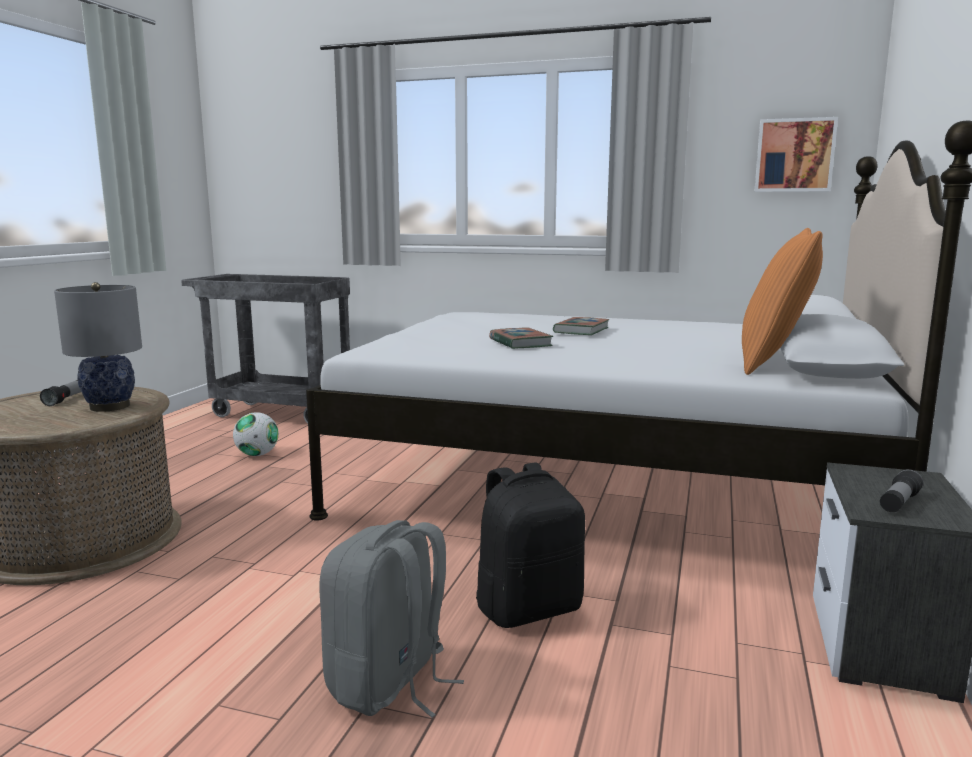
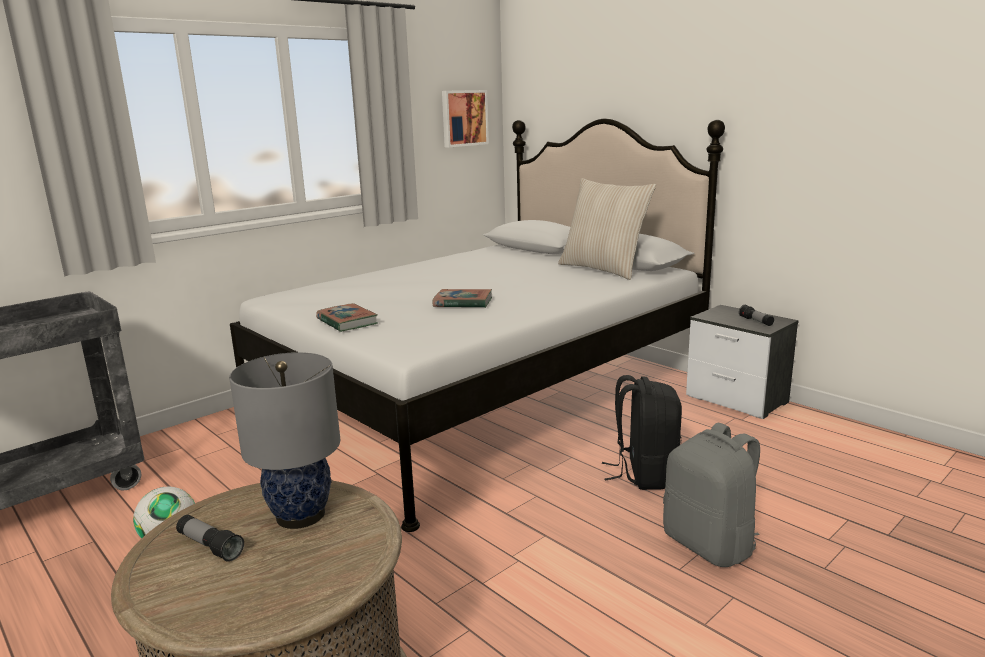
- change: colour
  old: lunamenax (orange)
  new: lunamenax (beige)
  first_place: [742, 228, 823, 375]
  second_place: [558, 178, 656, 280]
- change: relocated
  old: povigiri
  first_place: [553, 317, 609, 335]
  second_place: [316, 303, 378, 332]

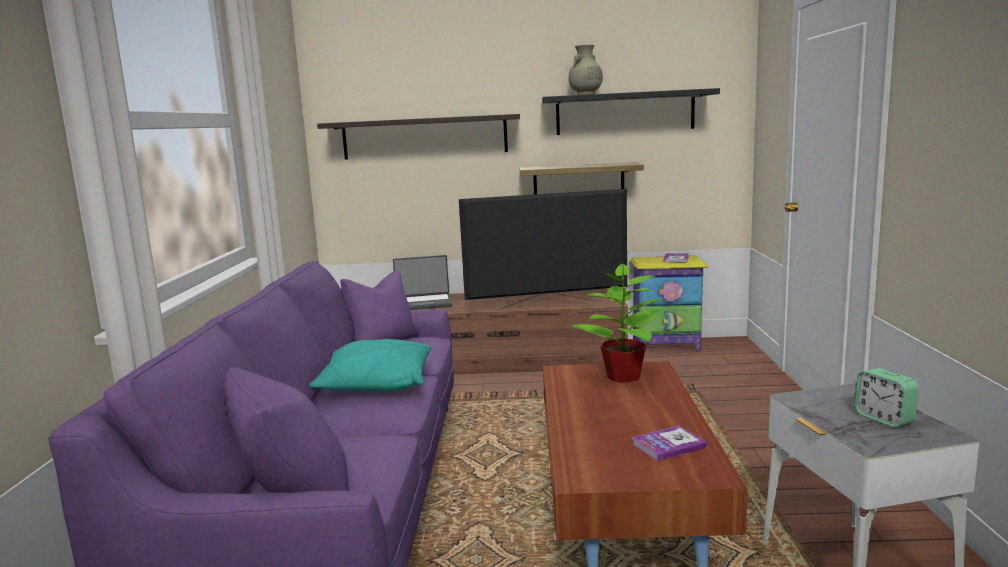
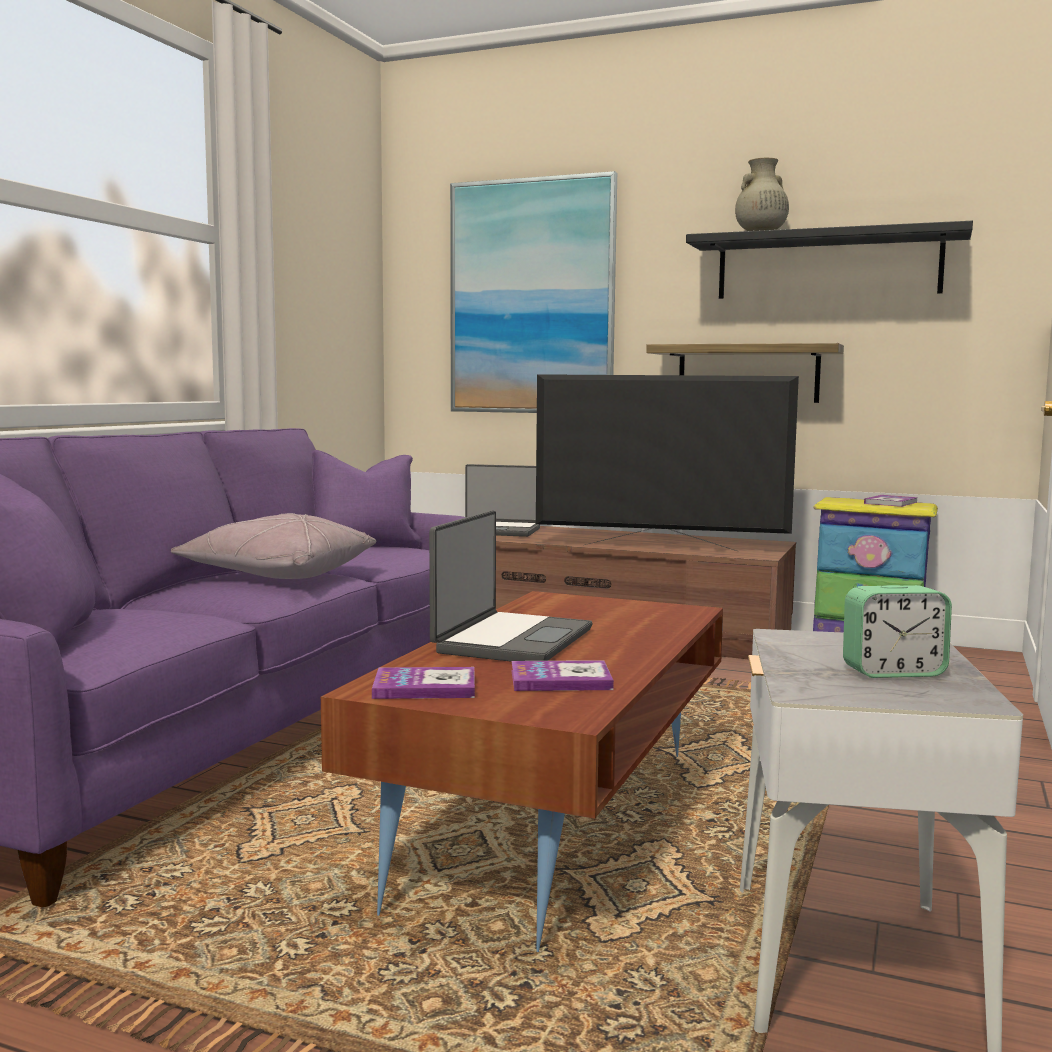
- change: exchanged
  old: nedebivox
  new: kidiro
  first_place: [317, 114, 520, 160]
  second_place: [450, 171, 617, 413]
- change: missing
  old: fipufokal
  first_place: [571, 264, 662, 383]
- change: colour
  old: lunamenax (turquoise)
  new: lunamenax (purple)
  first_place: [309, 339, 431, 392]
  second_place: [171, 513, 376, 579]
- change: spun
  old: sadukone
  first_place: [855, 368, 919, 427]
  second_place: [843, 585, 952, 678]
  degrees: -90
- change: appeared
  new: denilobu
  second_place: [429, 510, 592, 662]
- change: appeared
  new: povigiri
  second_place: [372, 667, 475, 699]

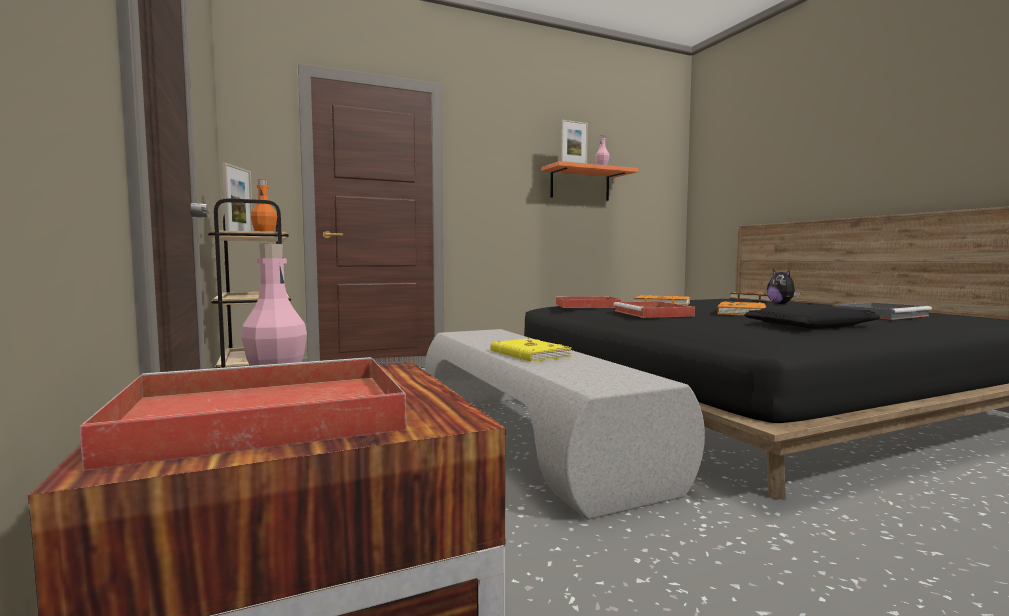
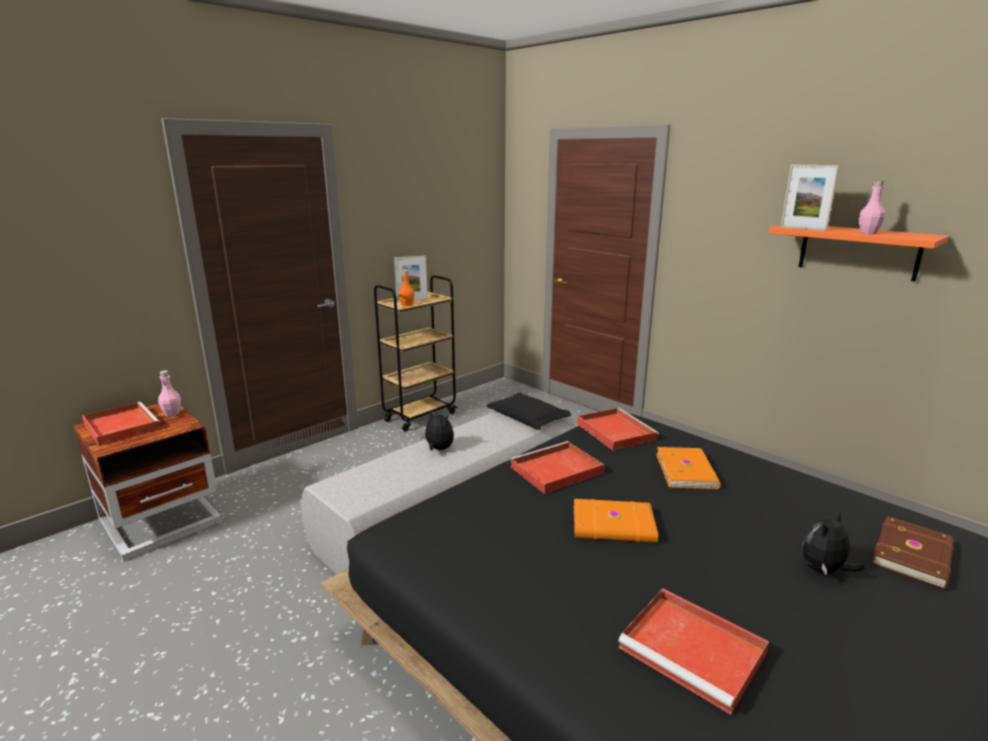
- change: colour
  old: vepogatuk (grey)
  new: vepogatuk (red)
  first_place: [833, 302, 932, 320]
  second_place: [619, 589, 769, 715]
- change: relocated
  old: lunamenax (black)
  first_place: [744, 305, 880, 329]
  second_place: [486, 393, 571, 430]
- change: exchanged
  old: povigiri (yellow)
  new: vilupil
  first_place: [490, 338, 572, 362]
  second_place: [420, 411, 454, 450]

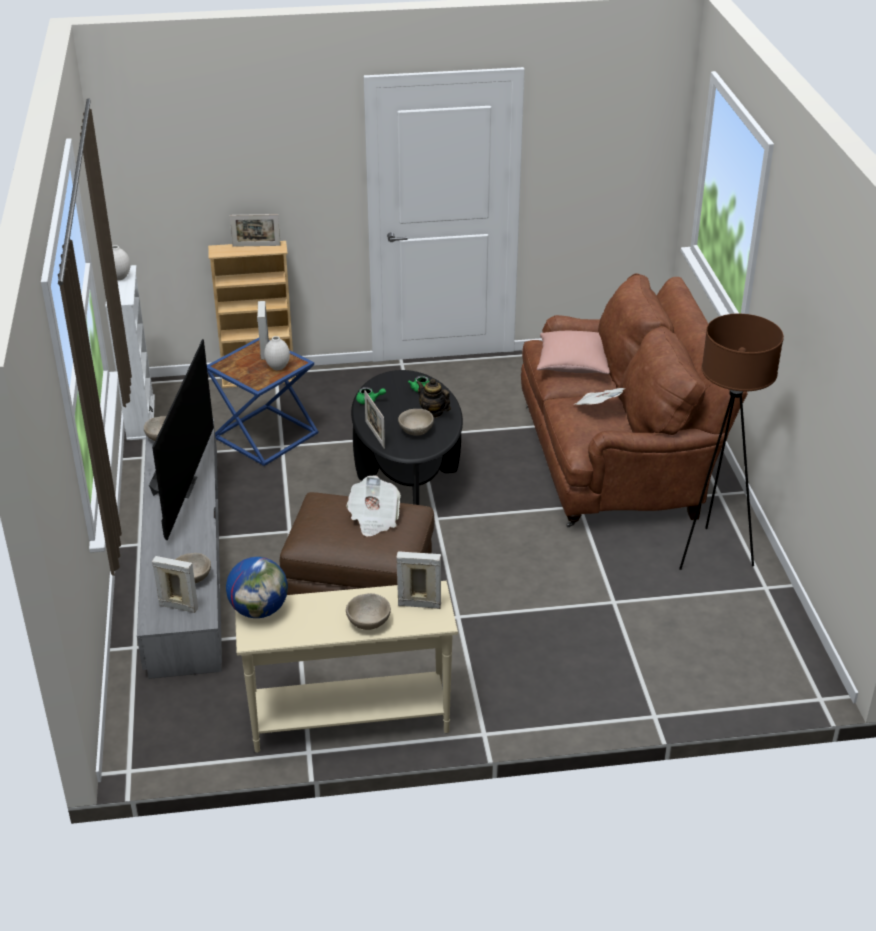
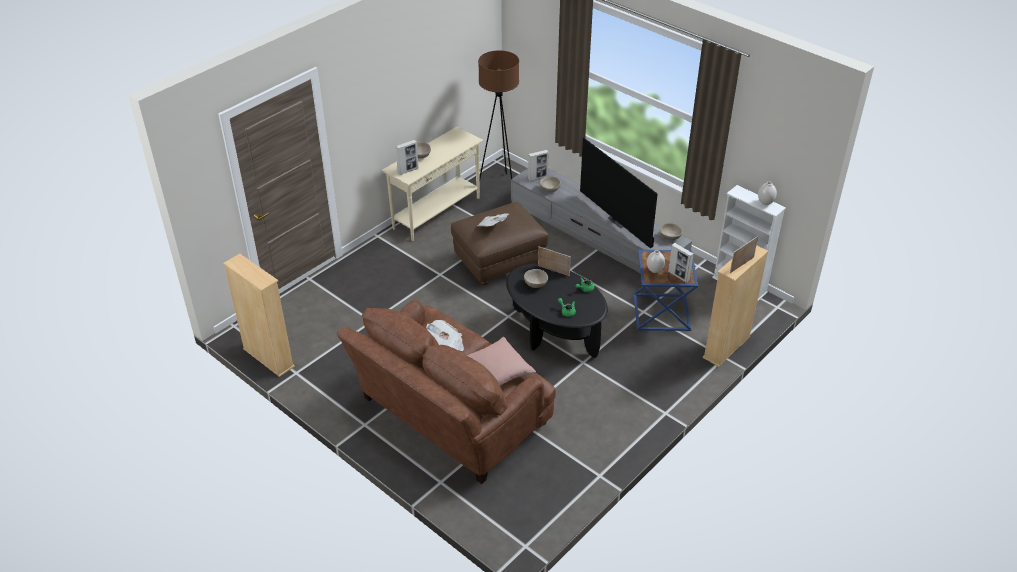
- change: relocated
  old: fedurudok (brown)
  first_place: [679, 314, 784, 570]
  second_place: [478, 50, 519, 179]
- change: missing
  old: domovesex
  first_place: [416, 379, 451, 418]
- change: missing
  old: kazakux
  first_place: [226, 557, 288, 618]
- change: appeared
  new: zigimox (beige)
  second_place: [223, 254, 295, 377]

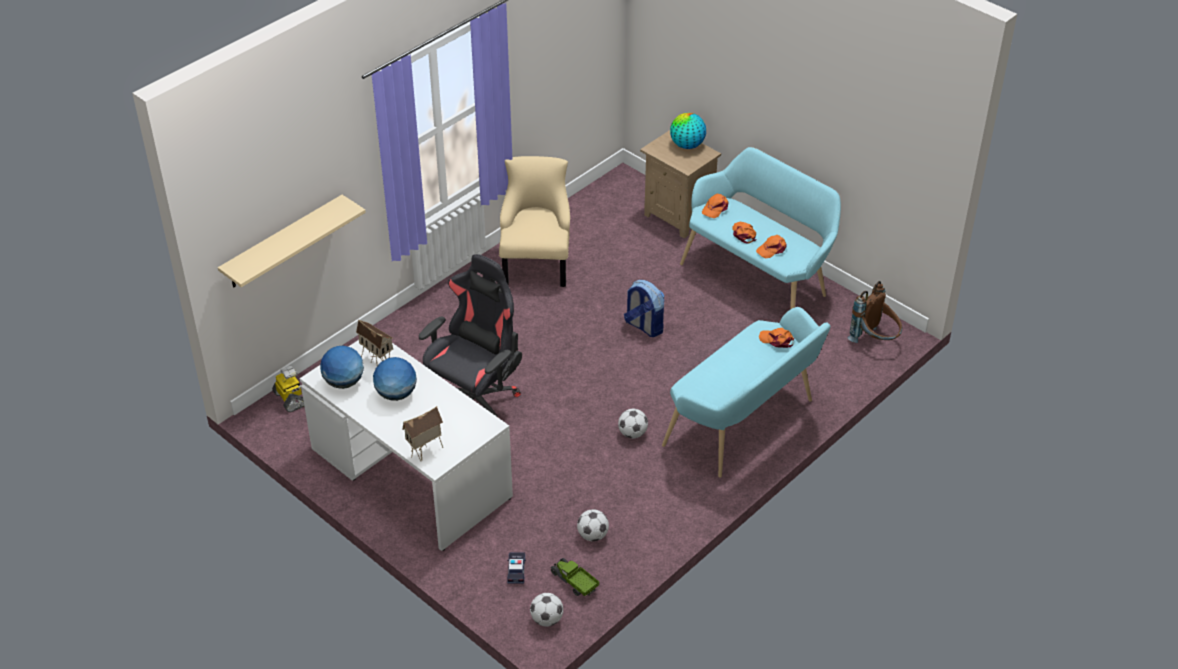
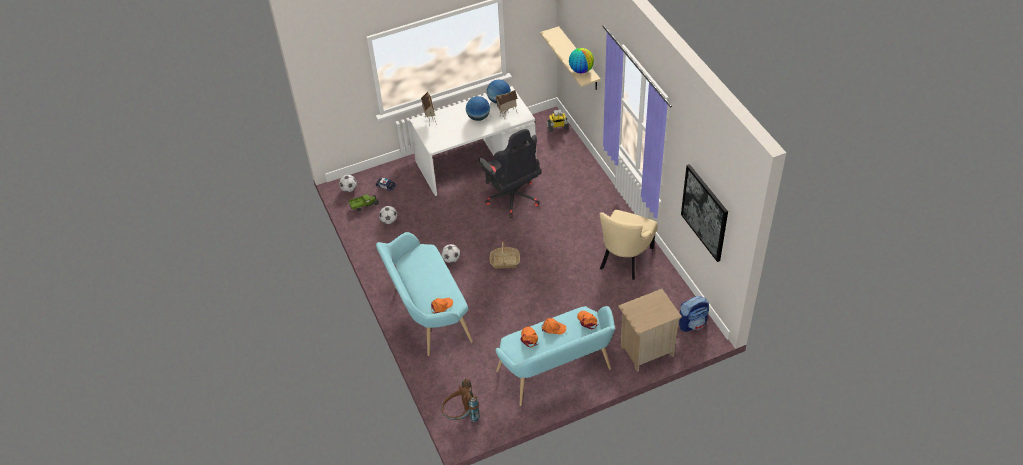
- change: relocated
  old: kazakux
  first_place: [670, 113, 706, 149]
  second_place: [569, 48, 594, 73]
- change: spun
  old: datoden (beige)
  first_place: [499, 156, 570, 287]
  second_place: [599, 210, 658, 280]
  degrees: 90
- change: relocated
  old: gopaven
  first_place: [624, 280, 664, 337]
  second_place: [679, 296, 709, 332]
- change: appeared
  new: kidiro
  second_place: [681, 164, 728, 262]
- change: appeared
  new: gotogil
  second_place: [490, 241, 520, 268]

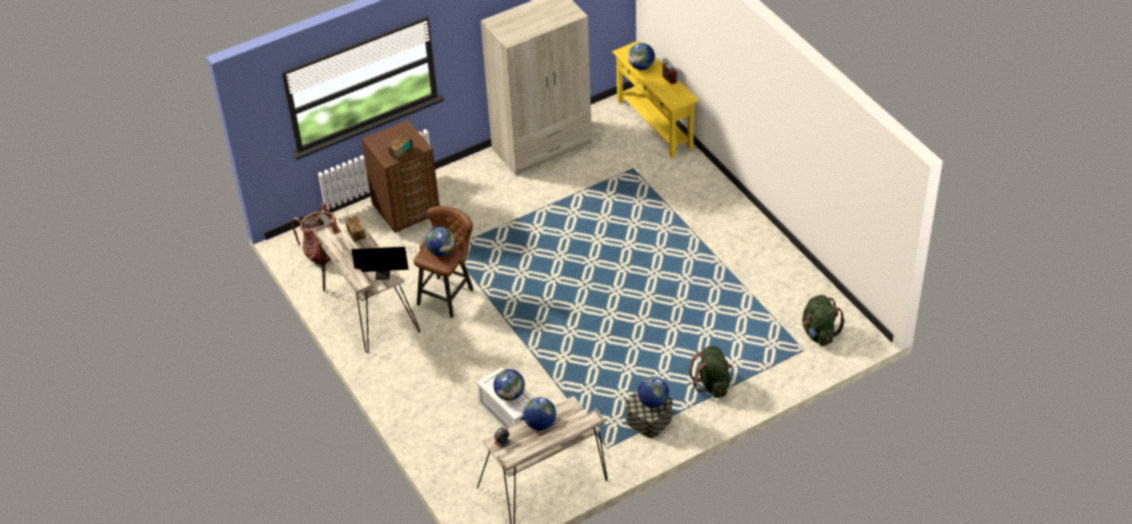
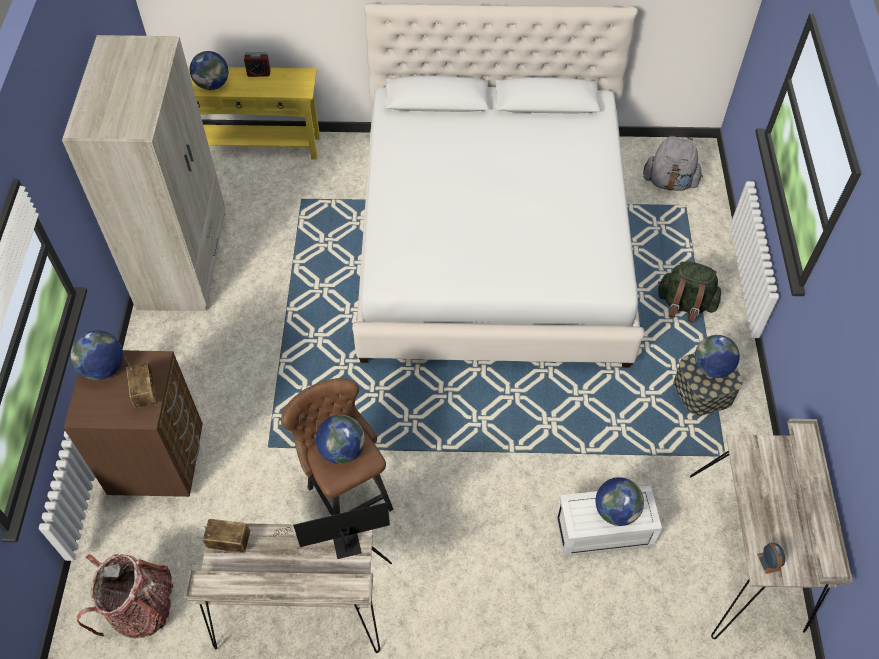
- change: spun
  old: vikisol
  first_place: [351, 247, 420, 280]
  second_place: [264, 502, 390, 559]
  degrees: -135
- change: colour
  old: gopaven (green)
  new: gopaven (grey)
  first_place: [802, 295, 845, 346]
  second_place: [643, 135, 703, 191]
- change: relocated
  old: kazakux
  first_place: [523, 397, 556, 430]
  second_place: [71, 330, 123, 380]
- change: appeared
  new: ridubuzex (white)
  second_place: [352, 3, 645, 368]

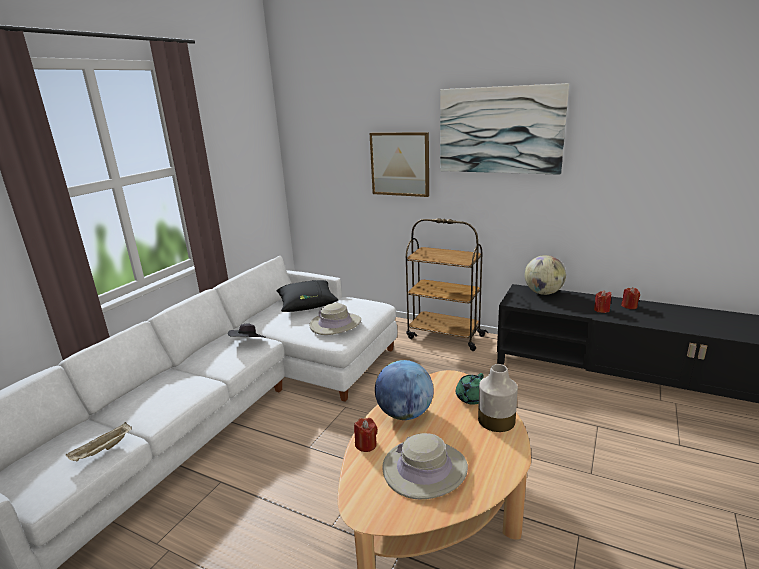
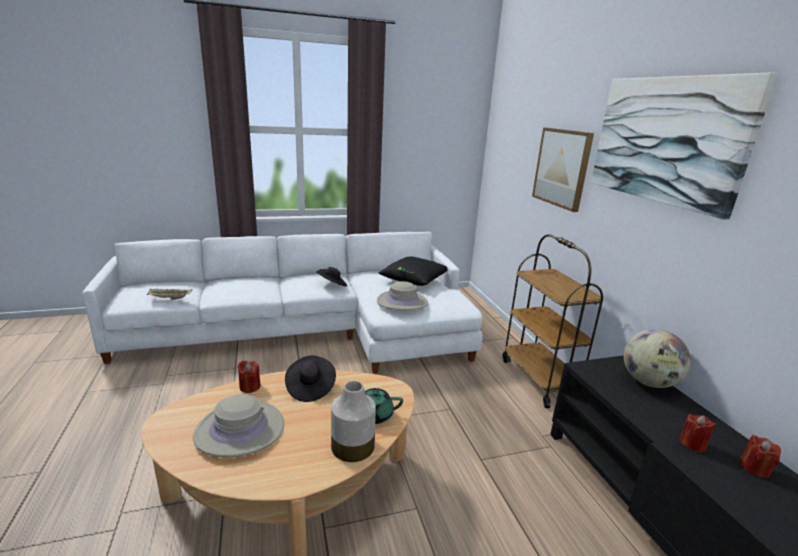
- change: exchanged
  old: kazakux
  new: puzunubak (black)
  first_place: [375, 360, 433, 420]
  second_place: [285, 355, 336, 402]

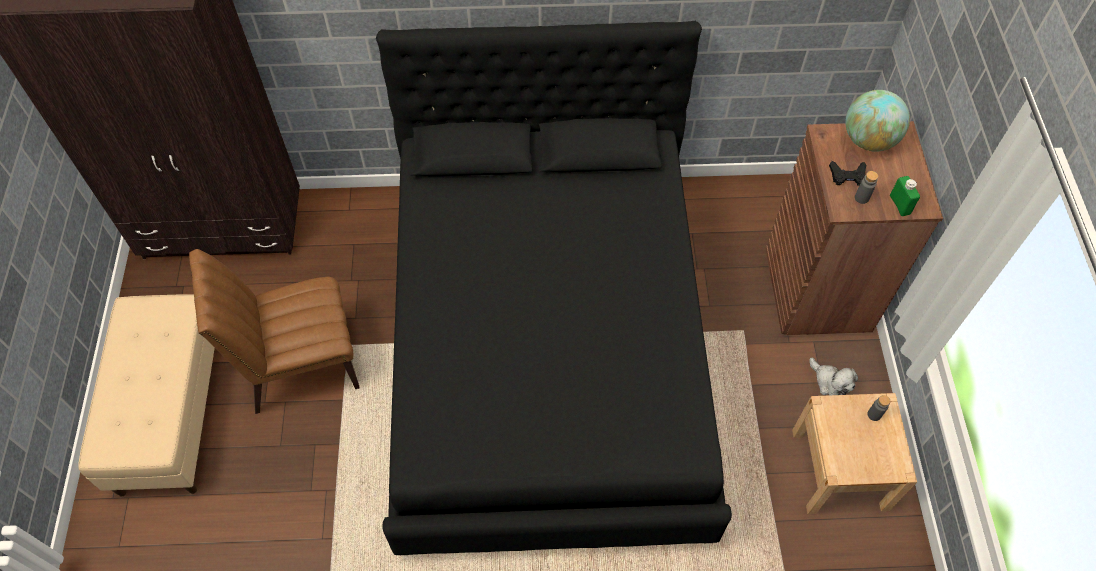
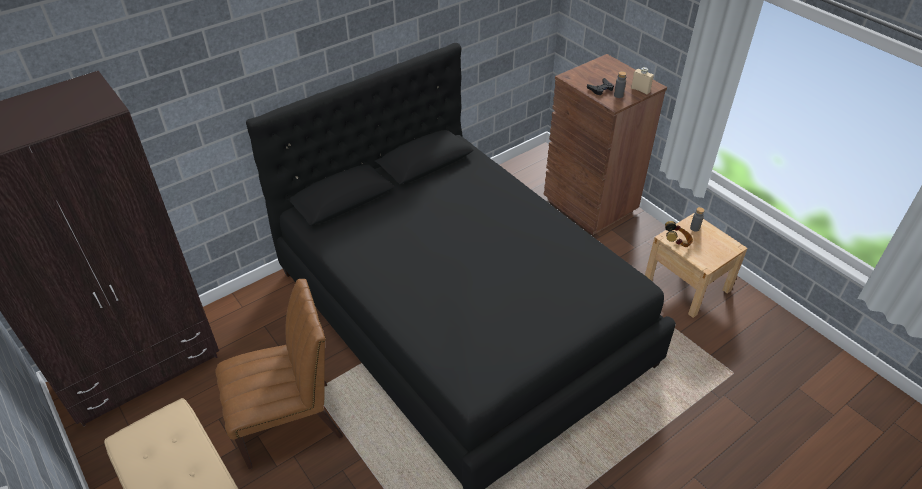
- change: missing
  old: kazakux
  first_place: [845, 90, 910, 152]
- change: colour
  old: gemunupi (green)
  new: gemunupi (beige)
  first_place: [890, 176, 920, 216]
  second_place: [631, 67, 654, 95]
- change: spun
  old: datoden (brown)
  first_place: [189, 249, 360, 414]
  second_place: [215, 279, 343, 469]
  degrees: -150
- change: missing
  old: vilupil
  first_place: [809, 358, 858, 395]
- change: appeared
  new: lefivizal
  second_place: [665, 221, 693, 247]

